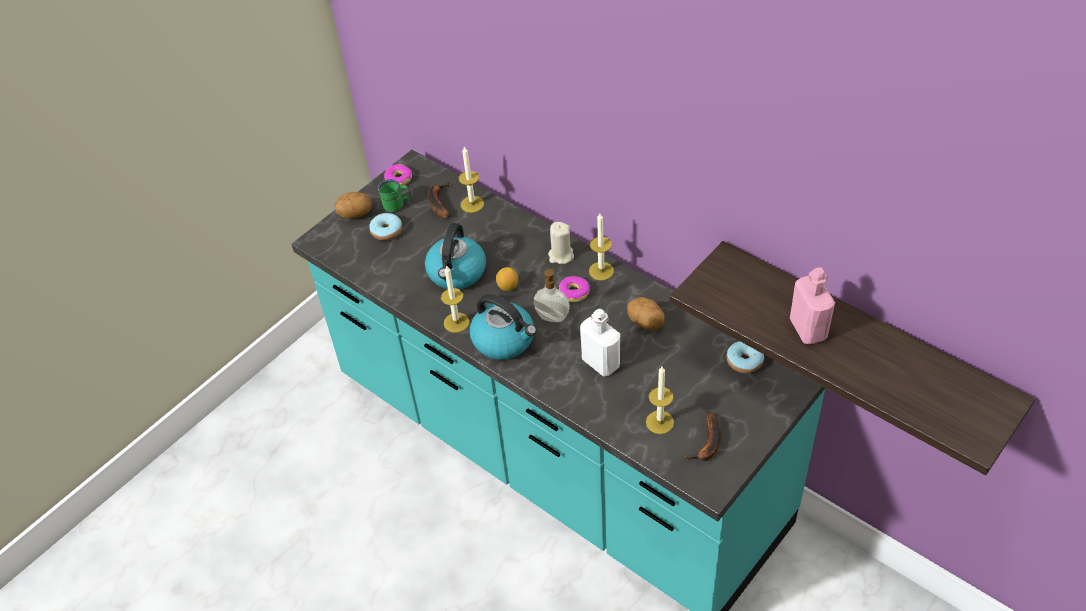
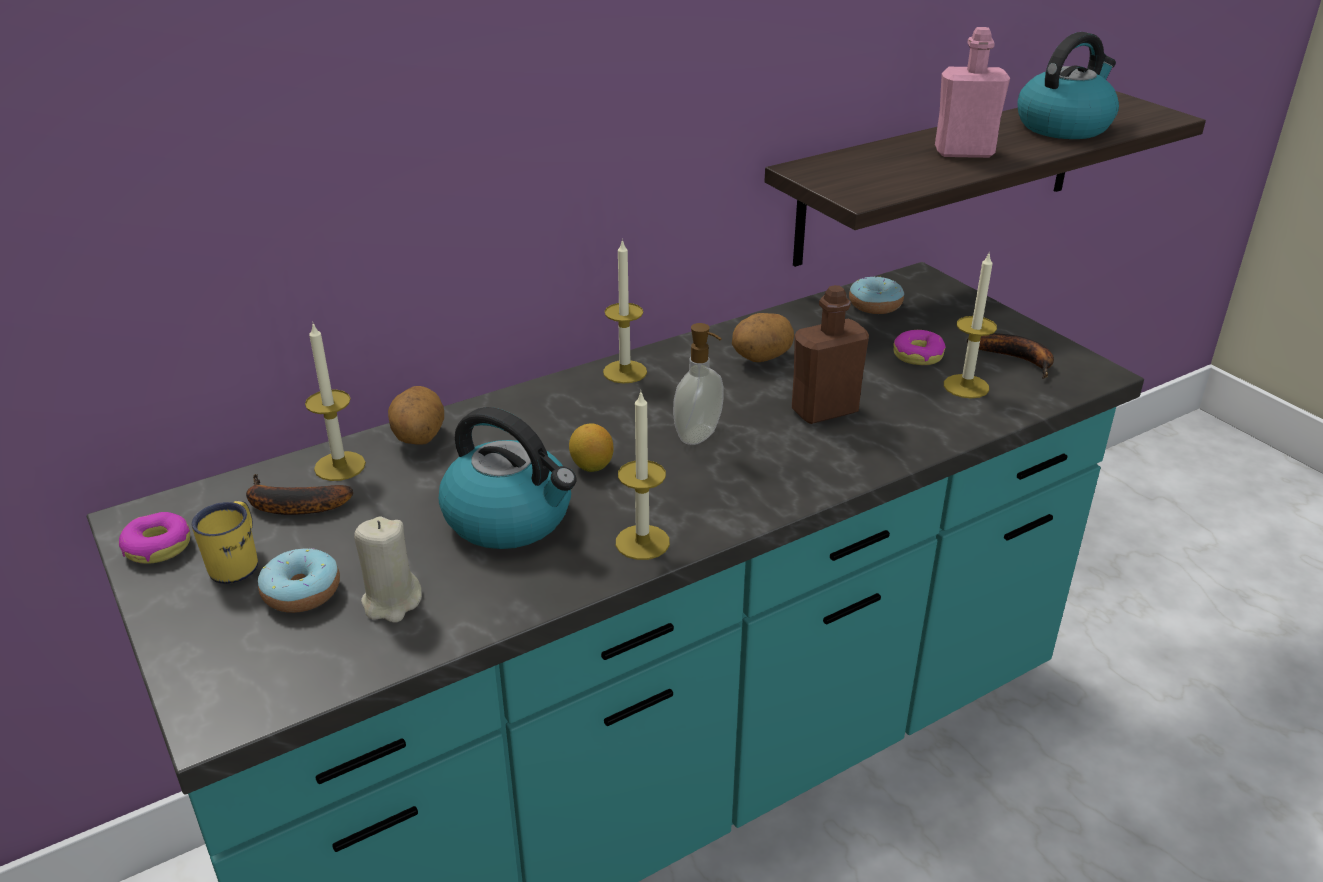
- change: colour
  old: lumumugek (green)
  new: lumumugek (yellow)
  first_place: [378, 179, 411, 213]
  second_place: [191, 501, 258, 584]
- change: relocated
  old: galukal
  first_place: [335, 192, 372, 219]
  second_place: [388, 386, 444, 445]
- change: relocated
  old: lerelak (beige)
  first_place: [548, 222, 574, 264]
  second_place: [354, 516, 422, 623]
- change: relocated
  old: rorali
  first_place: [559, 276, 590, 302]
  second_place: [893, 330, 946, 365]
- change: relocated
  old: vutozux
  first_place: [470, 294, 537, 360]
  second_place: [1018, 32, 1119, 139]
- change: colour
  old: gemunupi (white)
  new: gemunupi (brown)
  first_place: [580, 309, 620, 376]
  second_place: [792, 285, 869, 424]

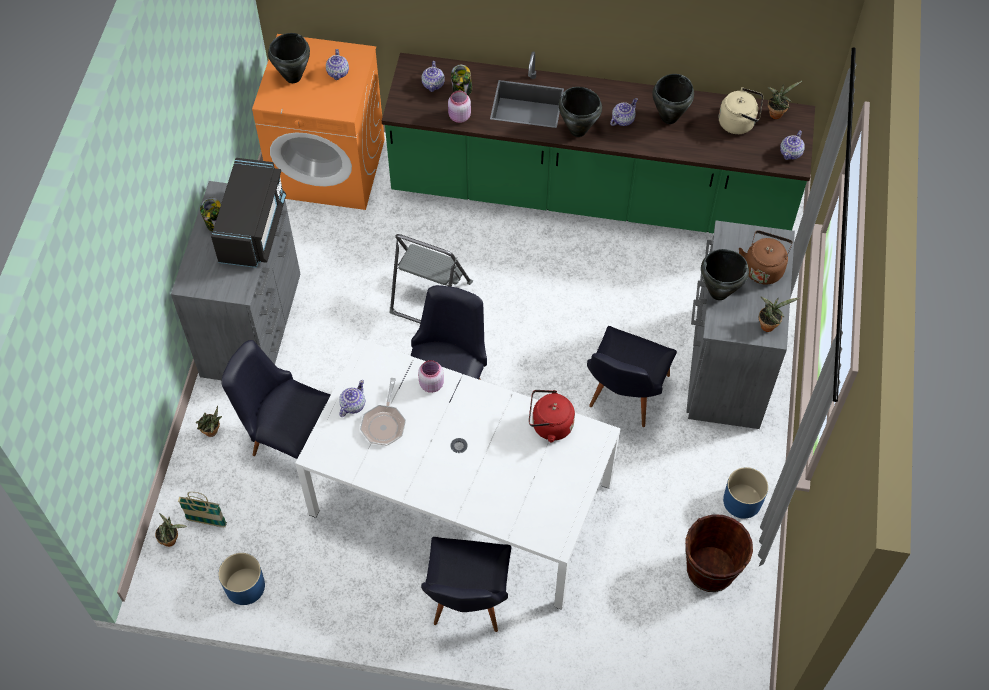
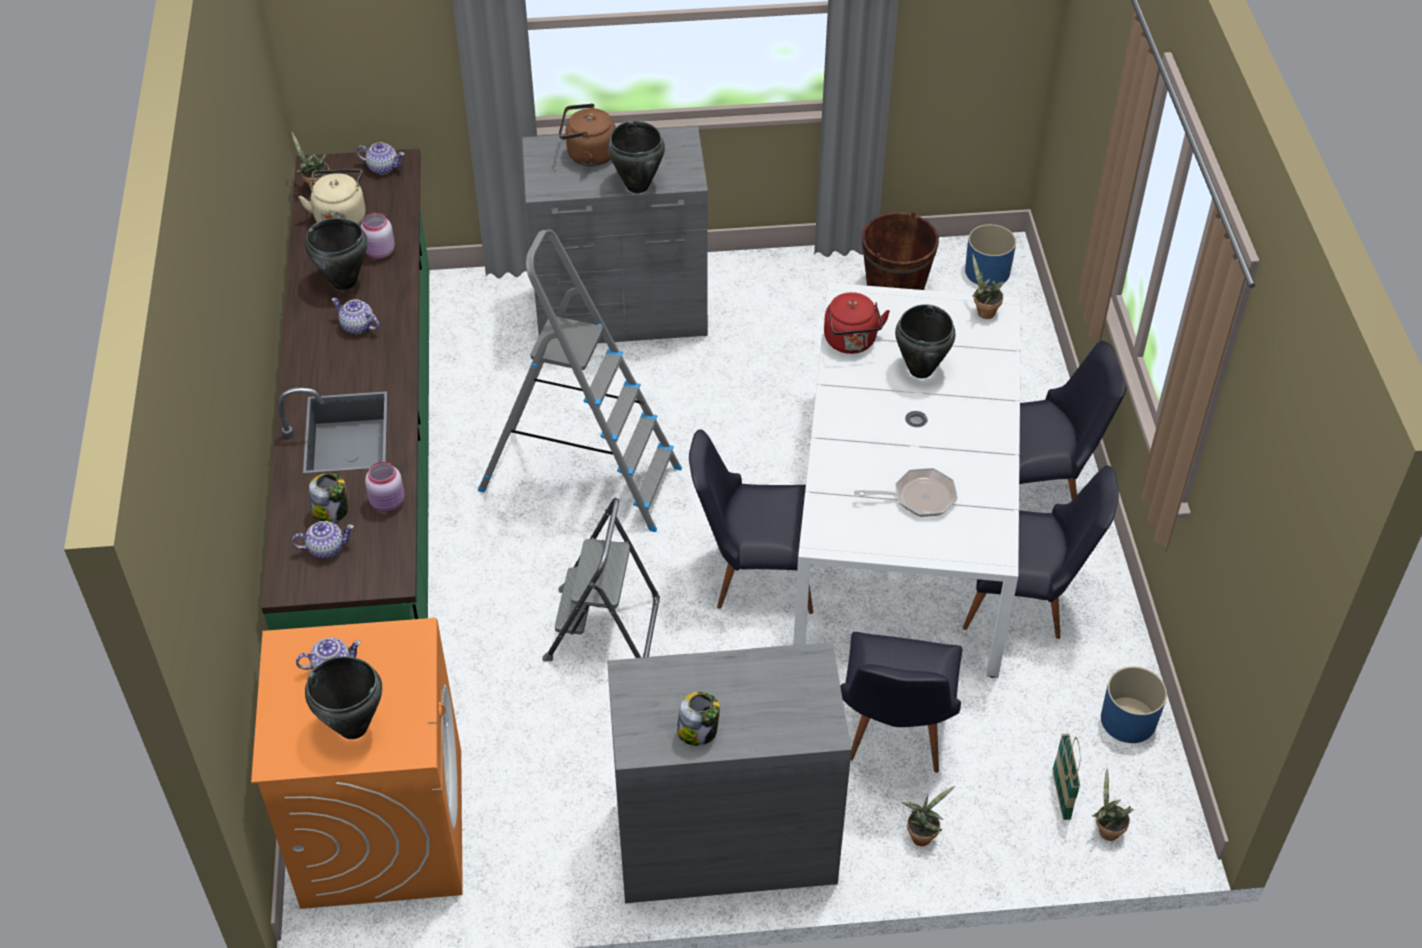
- change: relocated
  old: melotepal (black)
  first_place: [559, 87, 602, 137]
  second_place: [895, 304, 955, 378]
- change: missing
  old: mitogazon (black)
  first_place: [211, 158, 286, 268]
- change: relocated
  old: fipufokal
  first_place: [759, 296, 800, 332]
  second_place: [972, 254, 1004, 319]
- change: relocated
  old: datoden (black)
  first_place: [587, 326, 677, 427]
  second_place: [963, 465, 1119, 639]
- change: relocated
  old: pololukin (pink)
  first_place: [418, 360, 444, 393]
  second_place: [361, 212, 395, 259]
- change: missing
  old: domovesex
  first_place: [339, 380, 365, 417]
- change: relocated
  old: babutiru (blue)
  first_place: [723, 467, 768, 519]
  second_place: [965, 224, 1016, 286]
- change: appeared
  new: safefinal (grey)
  second_place: [478, 230, 682, 532]

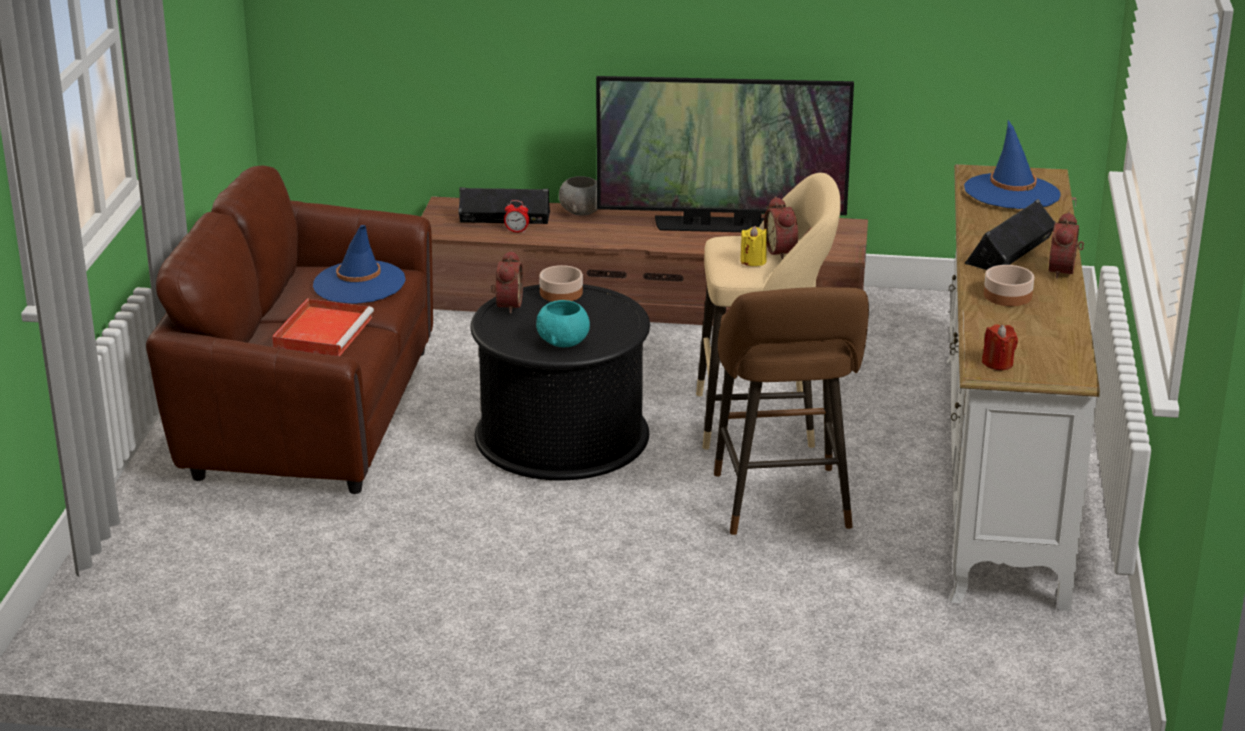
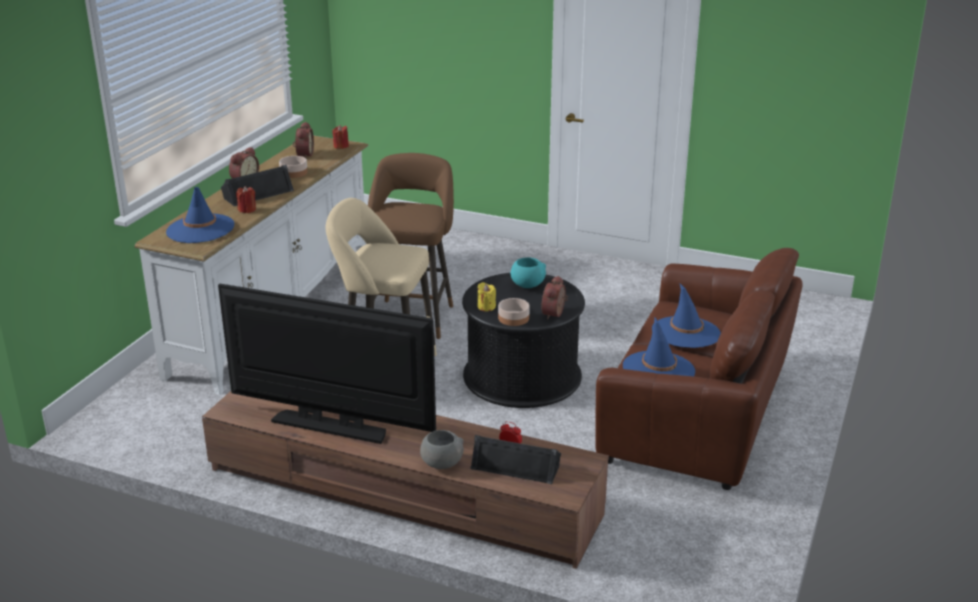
- change: relocated
  old: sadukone
  first_place: [764, 196, 798, 260]
  second_place: [293, 122, 314, 158]
- change: relocated
  old: lerelak (yellow)
  first_place: [740, 226, 768, 266]
  second_place: [478, 282, 496, 311]
- change: exchanged
  old: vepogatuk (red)
  new: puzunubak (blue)
  first_place: [272, 299, 374, 356]
  second_place: [652, 284, 721, 348]
- change: appeared
  new: lerelak (red)
  second_place: [236, 186, 256, 213]

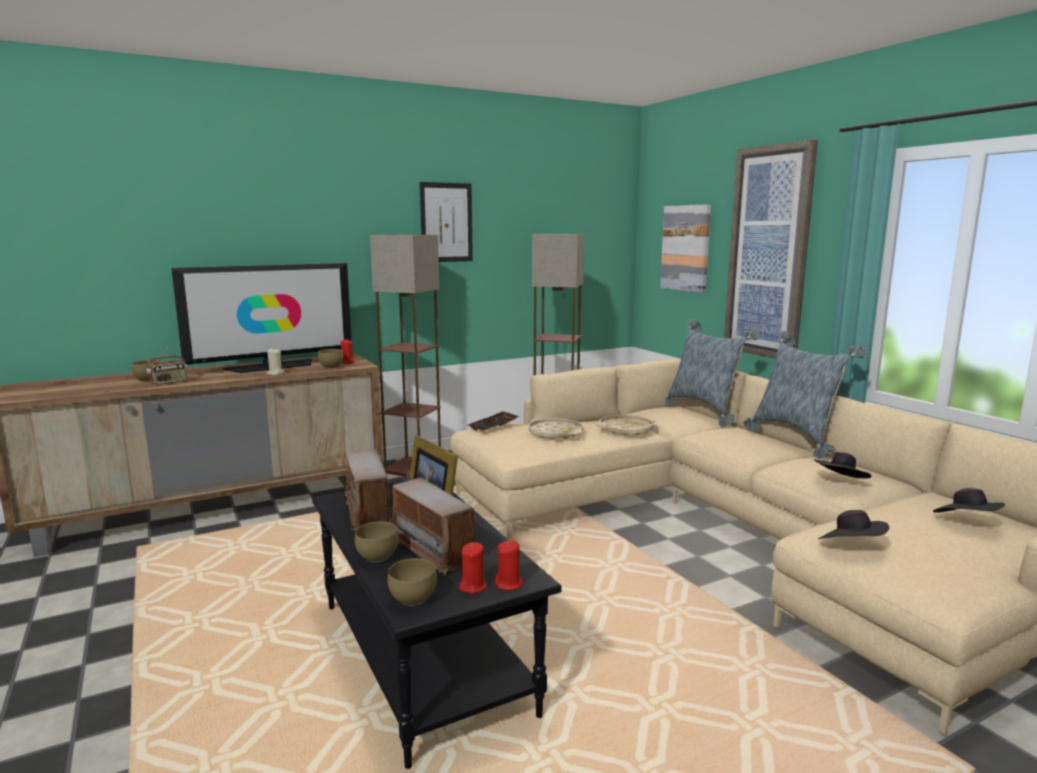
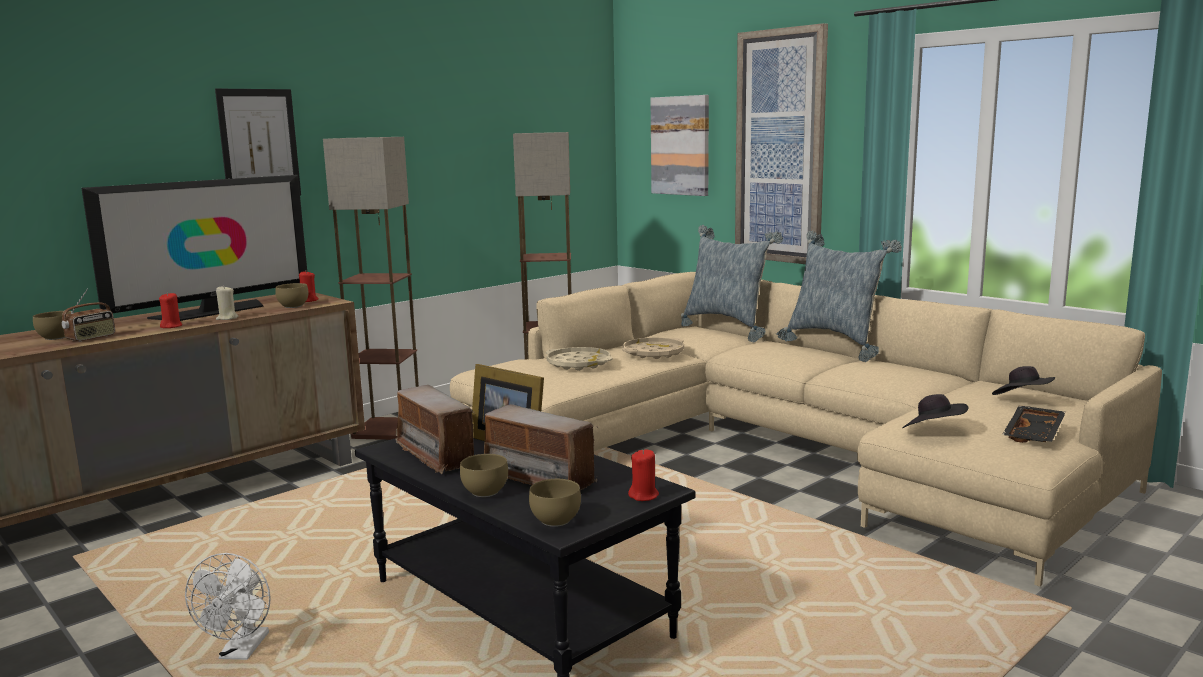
- change: relocated
  old: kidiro
  first_place: [420, 182, 473, 262]
  second_place: [215, 89, 301, 196]
- change: relocated
  old: vepogatuk (black)
  first_place: [468, 411, 520, 431]
  second_place: [1002, 406, 1066, 443]
- change: missing
  old: puzunubak (black)
  first_place: [813, 452, 872, 478]
- change: relocated
  old: lerelak (red)
  first_place: [459, 542, 487, 594]
  second_place: [159, 292, 183, 328]
- change: appeared
  new: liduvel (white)
  second_place: [185, 553, 271, 660]

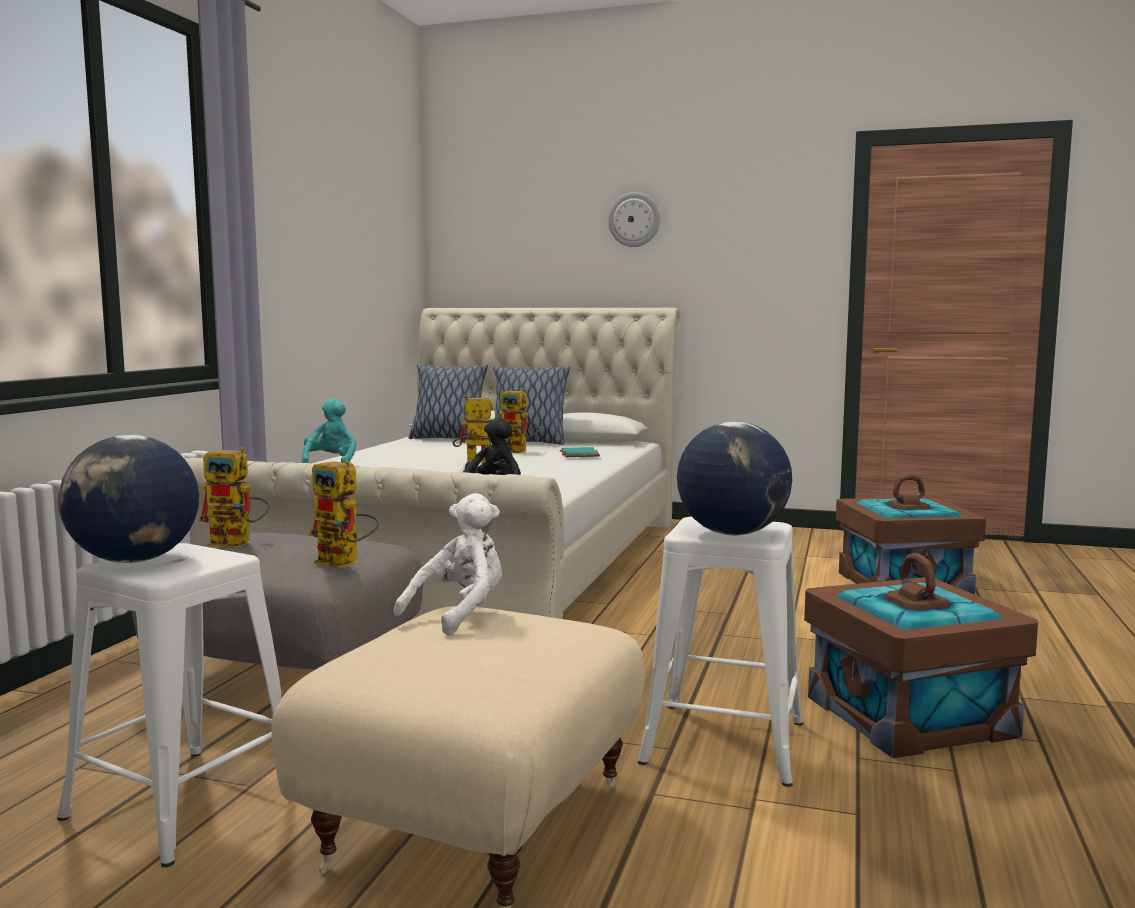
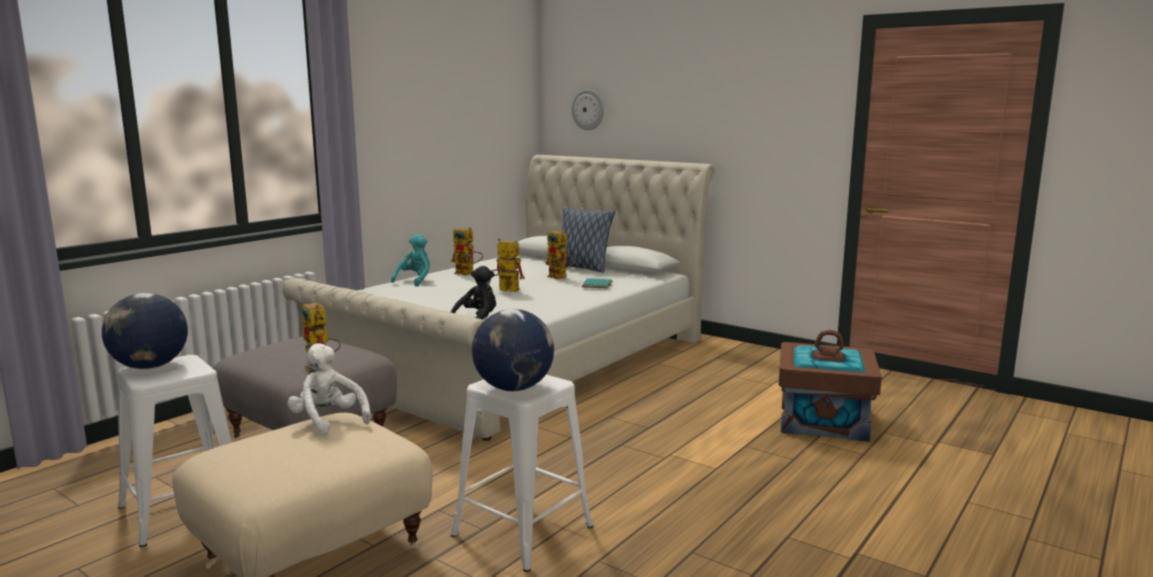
- change: relocated
  old: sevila
  first_place: [608, 192, 660, 247]
  second_place: [572, 89, 604, 130]
- change: missing
  old: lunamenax
  first_place: [409, 364, 488, 440]
- change: relocated
  old: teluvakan
  first_place: [198, 447, 270, 548]
  second_place: [451, 227, 483, 275]
- change: spun
  old: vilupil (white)
  first_place: [394, 493, 502, 635]
  second_place: [287, 343, 371, 436]
  degrees: -105
- change: missing
  old: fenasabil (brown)
  first_place: [804, 553, 1038, 758]

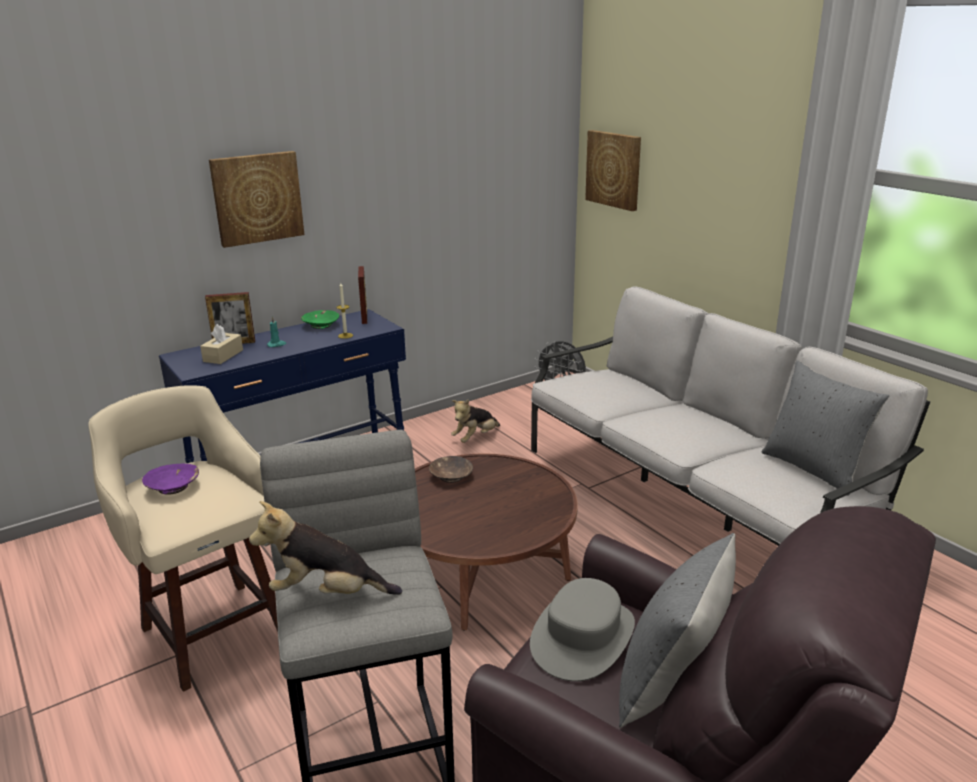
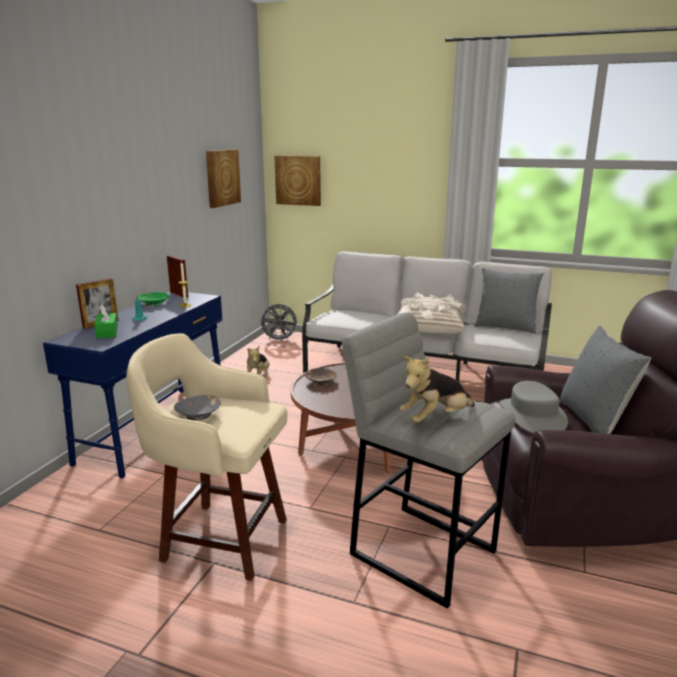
- change: relocated
  old: kidiro
  first_place: [209, 151, 304, 248]
  second_place: [206, 149, 241, 208]
- change: colour
  old: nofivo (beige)
  new: nofivo (green)
  first_place: [200, 324, 243, 364]
  second_place: [94, 305, 118, 339]
- change: colour
  old: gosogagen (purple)
  new: gosogagen (grey)
  first_place: [142, 464, 199, 495]
  second_place: [174, 395, 221, 420]
- change: appeared
  new: lunamenax (beige)
  second_place: [398, 292, 466, 334]

